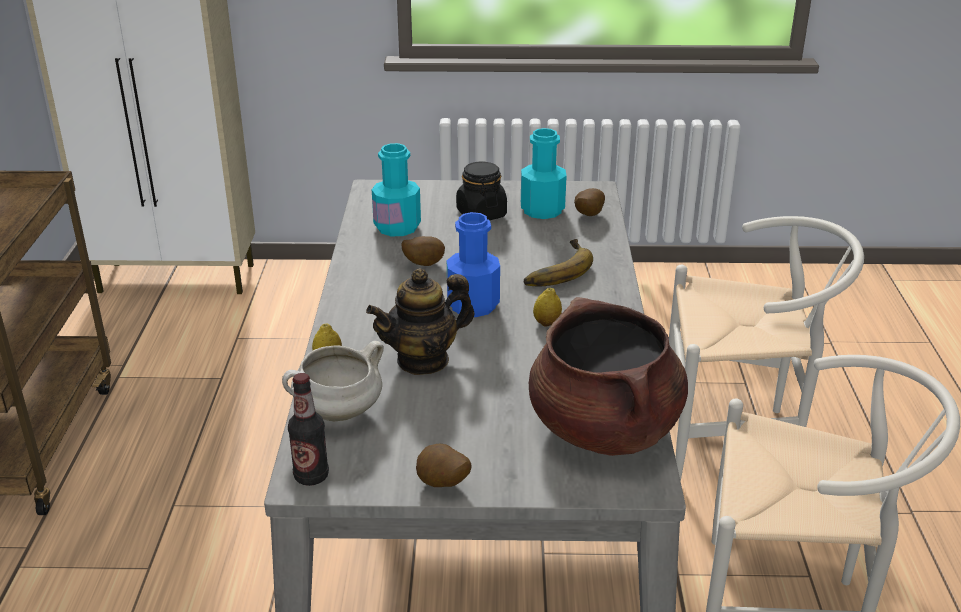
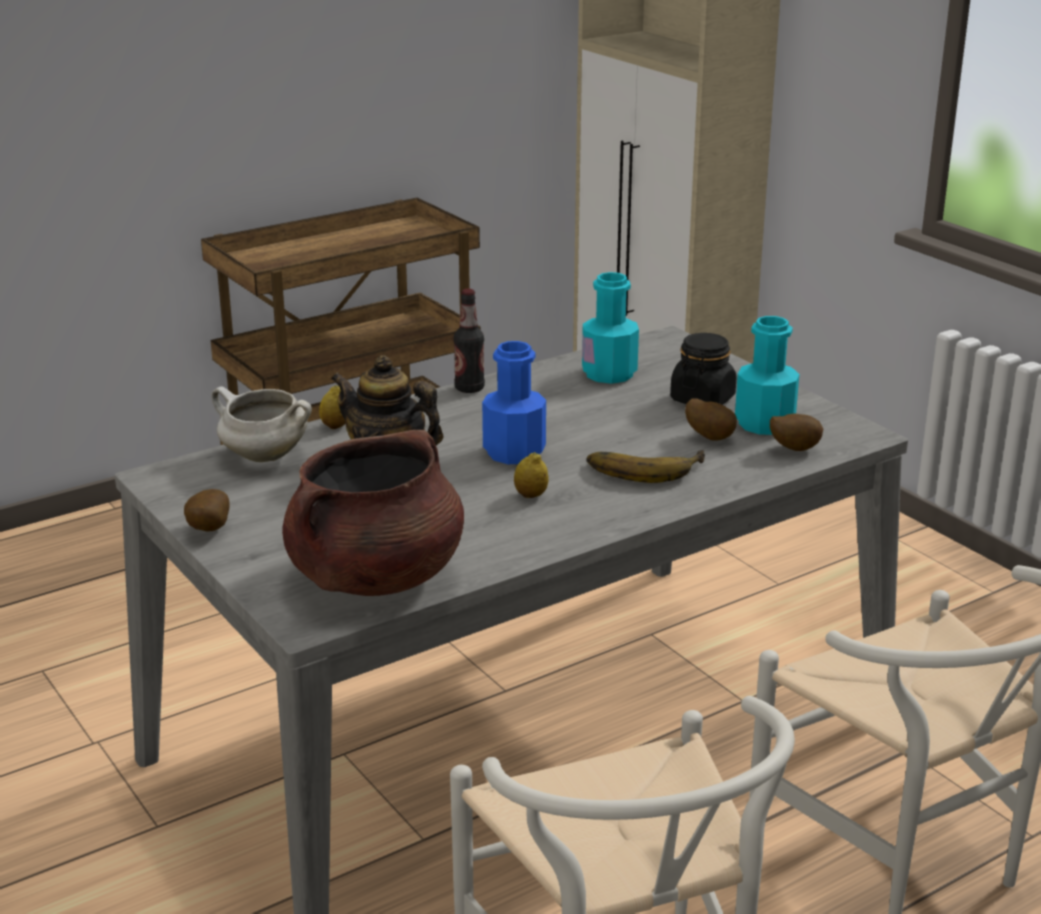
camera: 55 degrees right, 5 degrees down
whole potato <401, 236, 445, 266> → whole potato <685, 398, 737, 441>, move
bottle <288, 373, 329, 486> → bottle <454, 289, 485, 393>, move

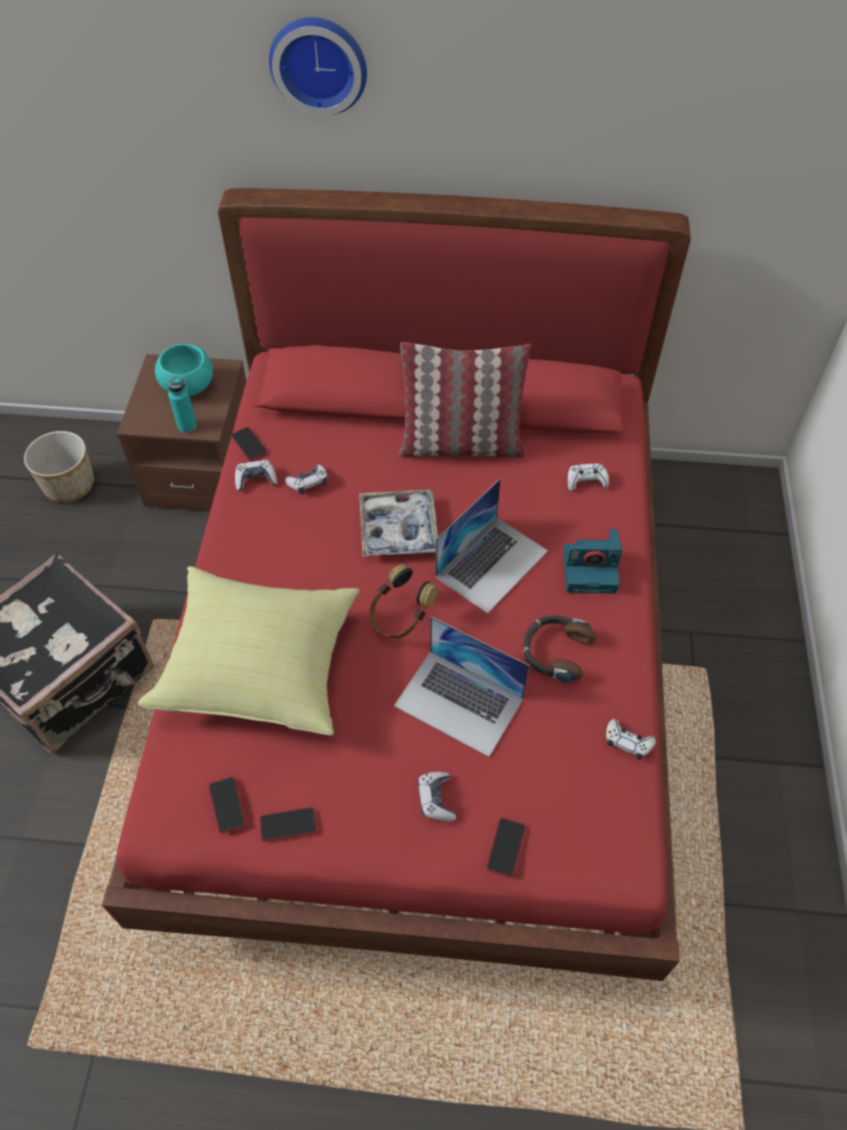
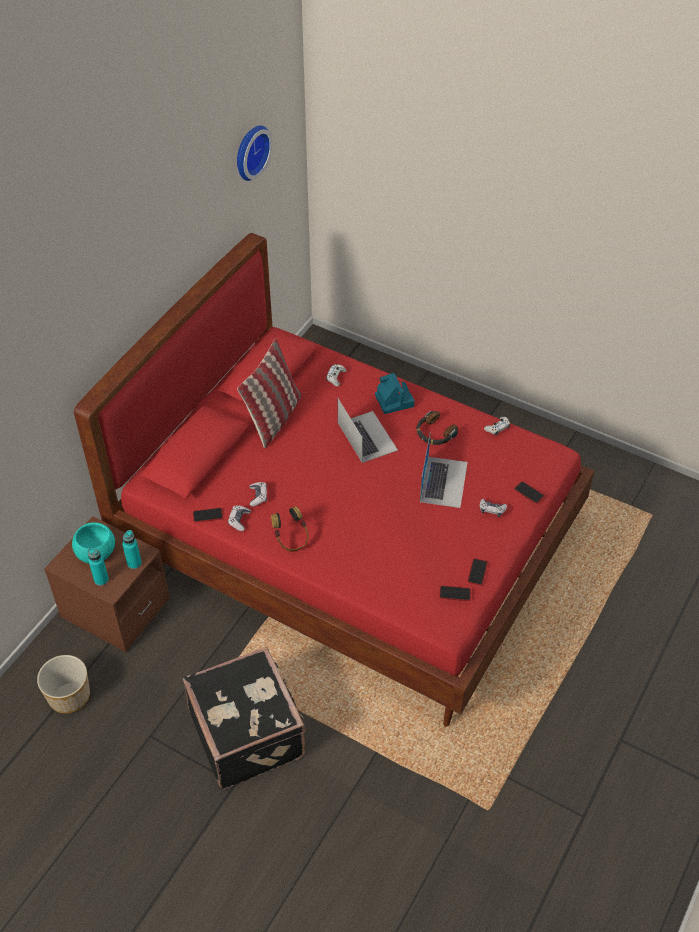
camera: 65 degrees left, 5 degrees down
hanging clock <269, 17, 367, 116> → hanging clock <237, 125, 273, 181>, move
carrying tray <359, 490, 438, 557> → -
photo camera <563, 529, 622, 593> → photo camera <375, 373, 414, 414>, 45 degrees counterclockwise
headset <369, 563, 438, 638> → headset <271, 506, 309, 551>, move
yellow throw pillow <138, 566, 360, 736> → -
laptop <394, 617, 529, 757> → laptop <420, 432, 468, 508>, 45 degrees counterclockwise
- → turquoise-coloured bottle <88, 548, 109, 586>

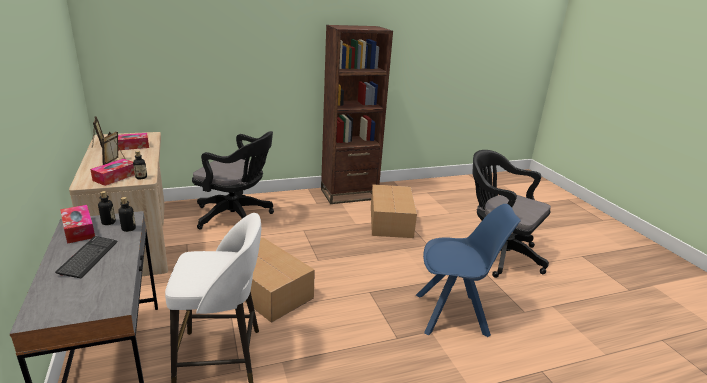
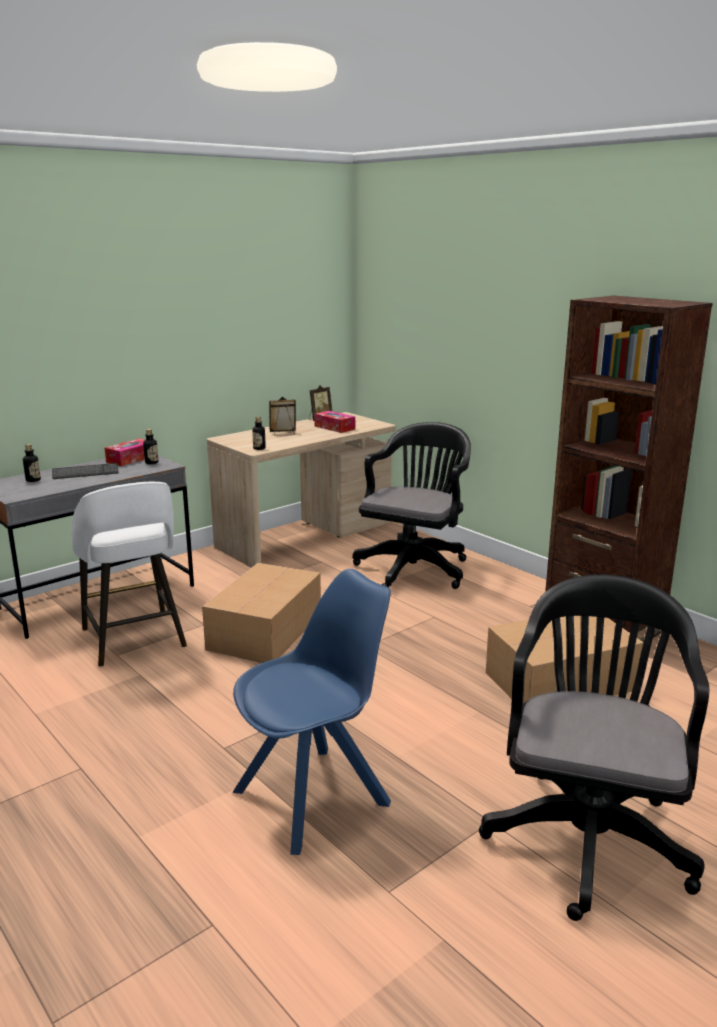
camera: 70 degrees right, 5 degrees down
blackish office chair <192, 131, 274, 230> → blackish office chair <353, 422, 471, 589>, 150 degrees counterclockwise
tissue holder <90, 159, 135, 186> → -
bottle <118, 197, 136, 232> → bottle <23, 444, 41, 482>, move
blue chair <416, 204, 520, 337> → blue chair <232, 569, 391, 855>, 105 degrees counterclockwise

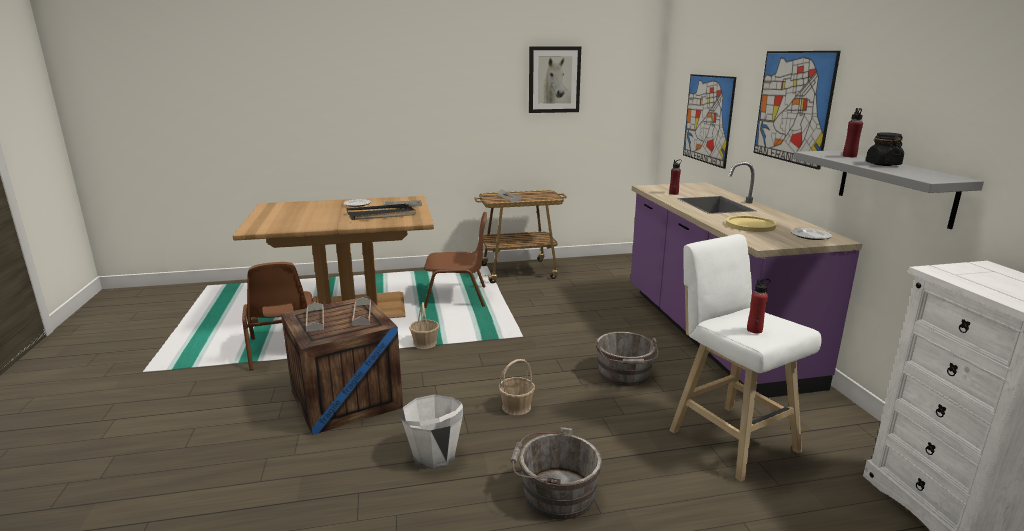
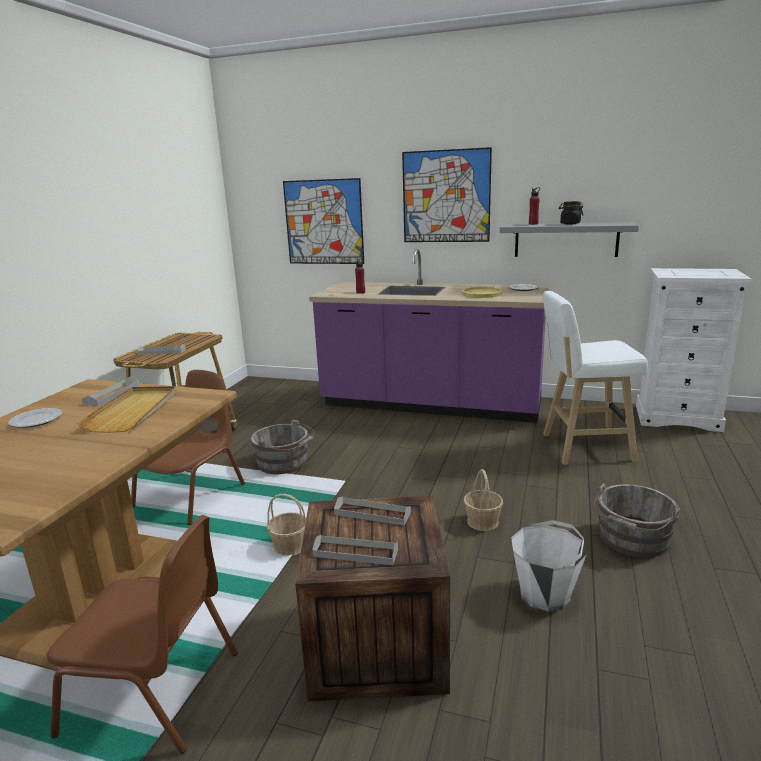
camera: 60 degrees left, 0 degrees up
wall art <529, 46, 581, 113> → -
blackish carrying tray <347, 204, 416, 220> → sand-coloured carrying tray <77, 386, 177, 433>
red-coloured bottle <747, 279, 770, 333> → -
gray pail <596, 332, 658, 386> → gray pail <250, 420, 314, 474>, move

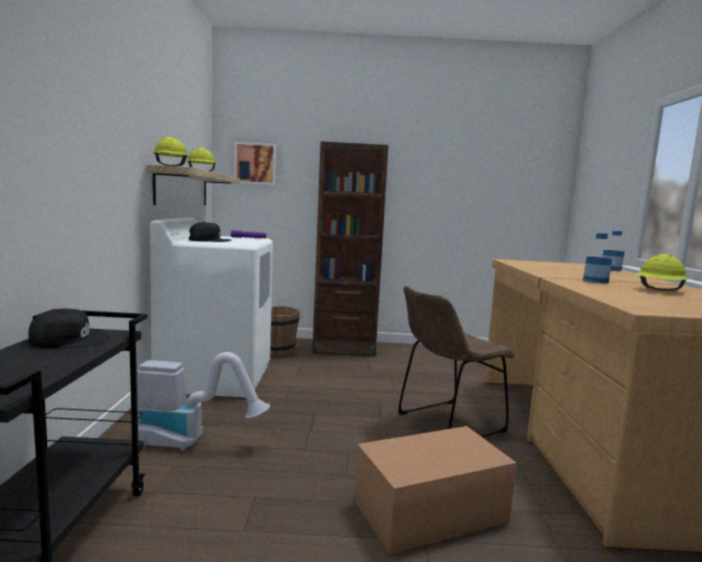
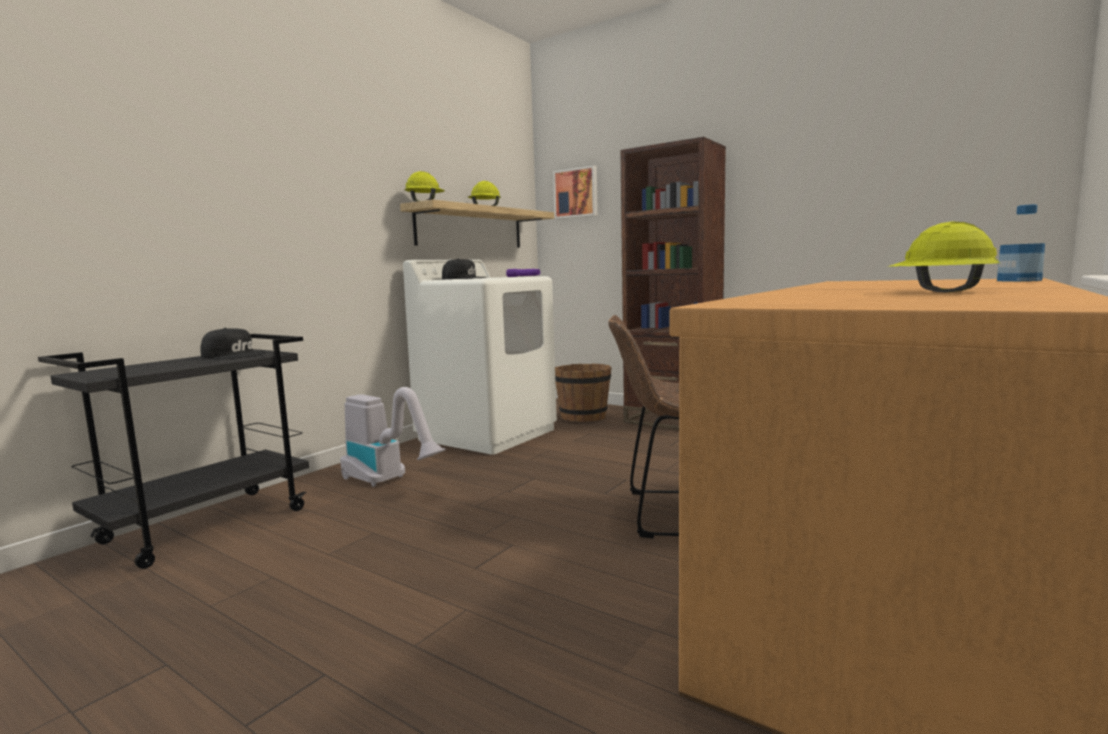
camera: 35 degrees right, 0 degrees up
bottle <583, 233, 612, 283> → -
carton <354, 426, 517, 555> → -

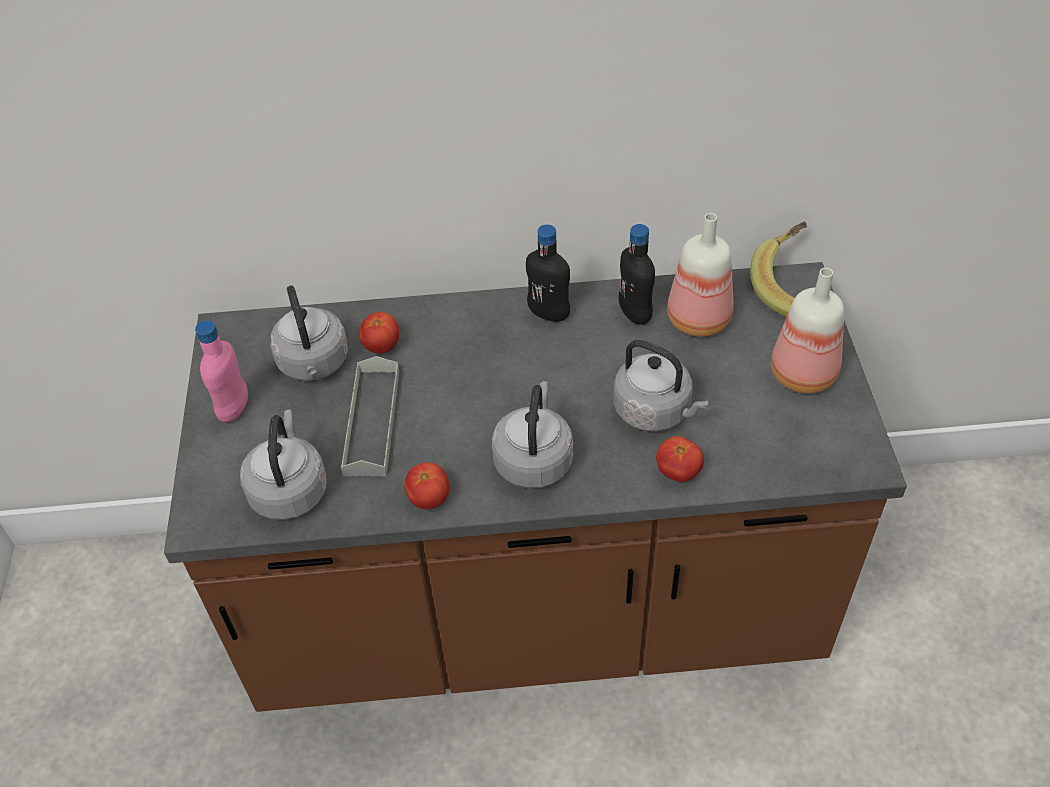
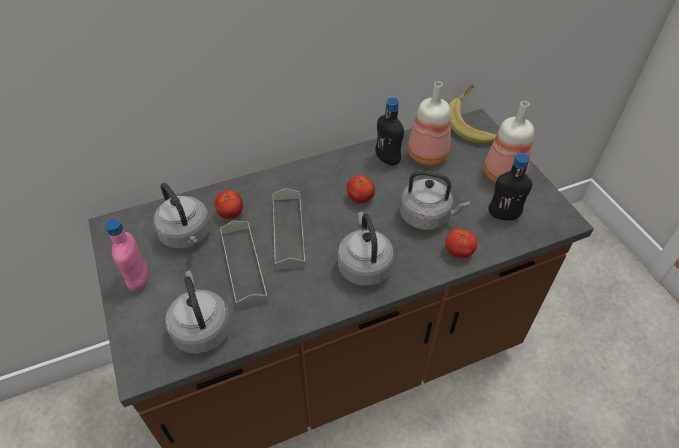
camera: 20 degrees left, 0 degrees up
blackish bottle <526, 224, 570, 322> → blackish bottle <488, 153, 532, 220>, move
whole tomato <404, 462, 450, 509> → whole tomato <347, 175, 375, 203>, move
- → gray carrying tray <273, 188, 306, 270>

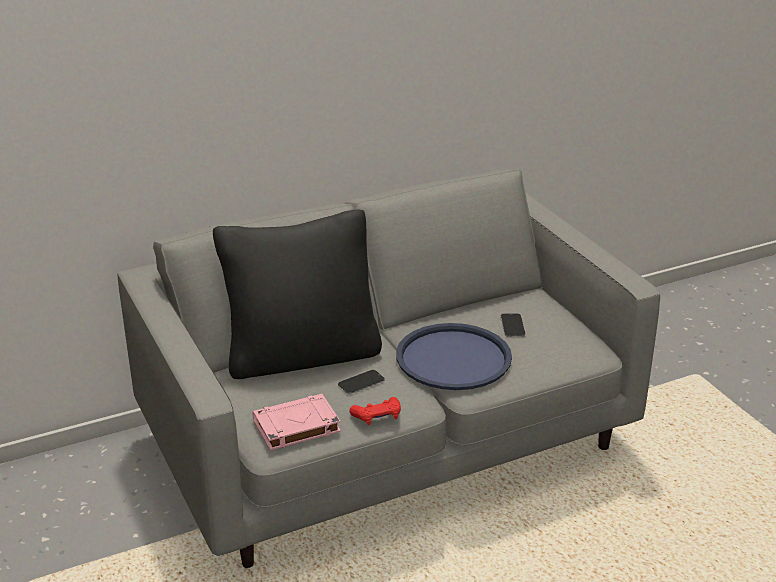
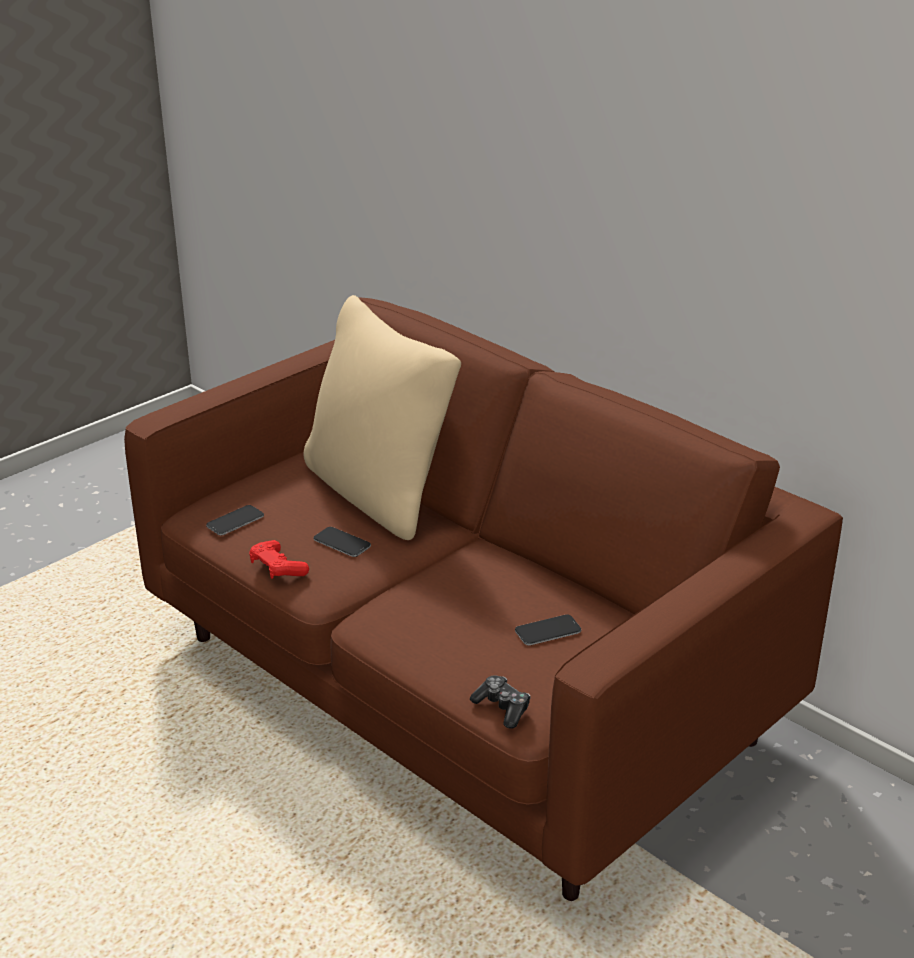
camera: 70 degrees right, 0 degrees up
gray sofa <117, 169, 660, 568> → brown-coloured sofa <124, 298, 843, 901>
blackish throw pillow <213, 210, 382, 379> → sand-coloured throw pillow <303, 295, 461, 540>
blue carrying tray <396, 323, 512, 390> → -
pink book <253, 394, 341, 450> → phone <206, 505, 264, 535>
- → gamepad <470, 675, 531, 729>

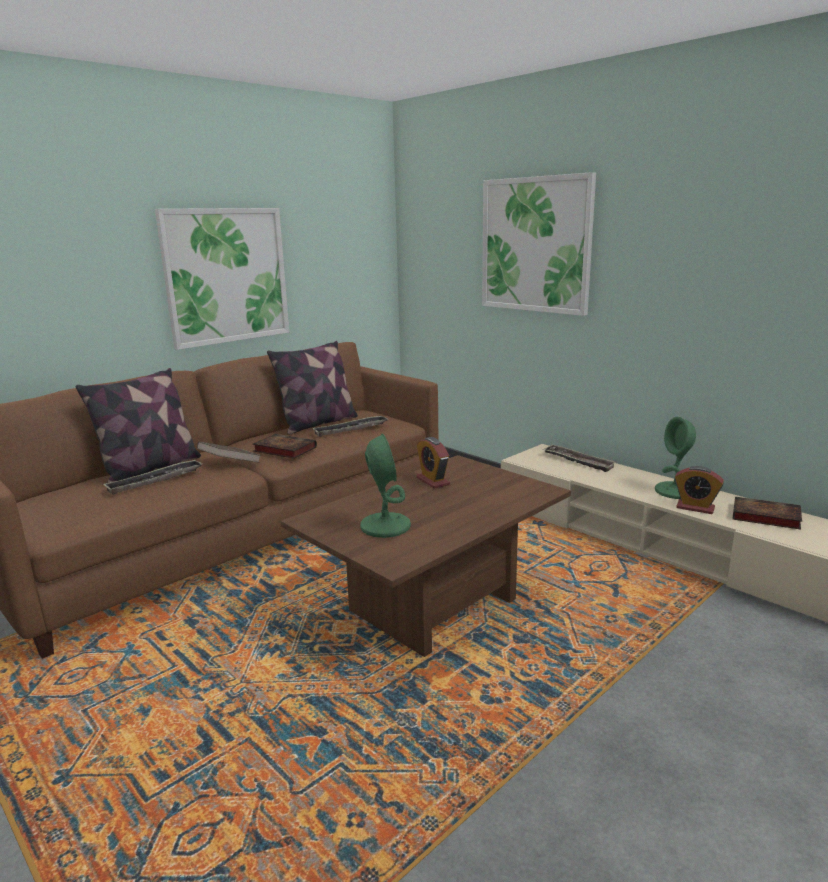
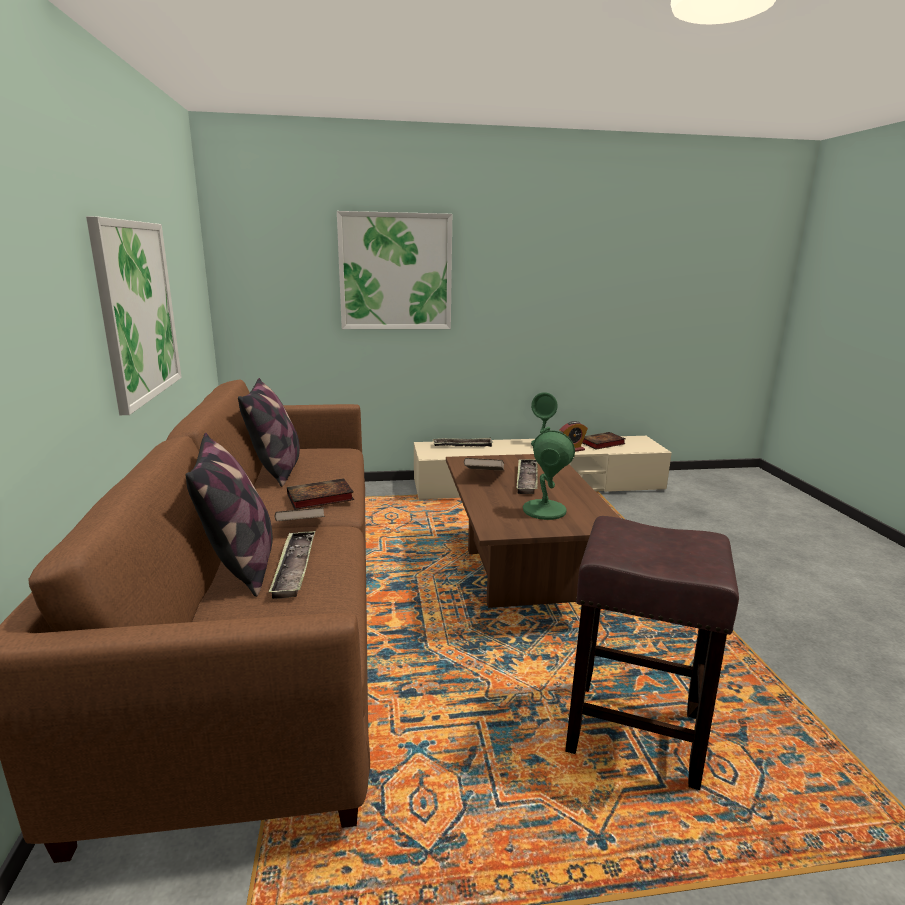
camera: 55 degrees left, 0 degrees up
carrying tray <312, 415, 387, 437> → carrying tray <516, 459, 538, 494>, move
bedside clock <416, 437, 450, 488> → brown-coloured book <464, 458, 504, 471>
- → brown-coloured sitting stool <565, 516, 739, 790>

